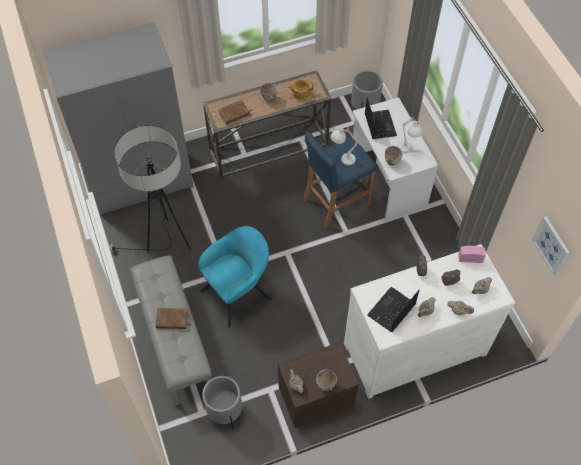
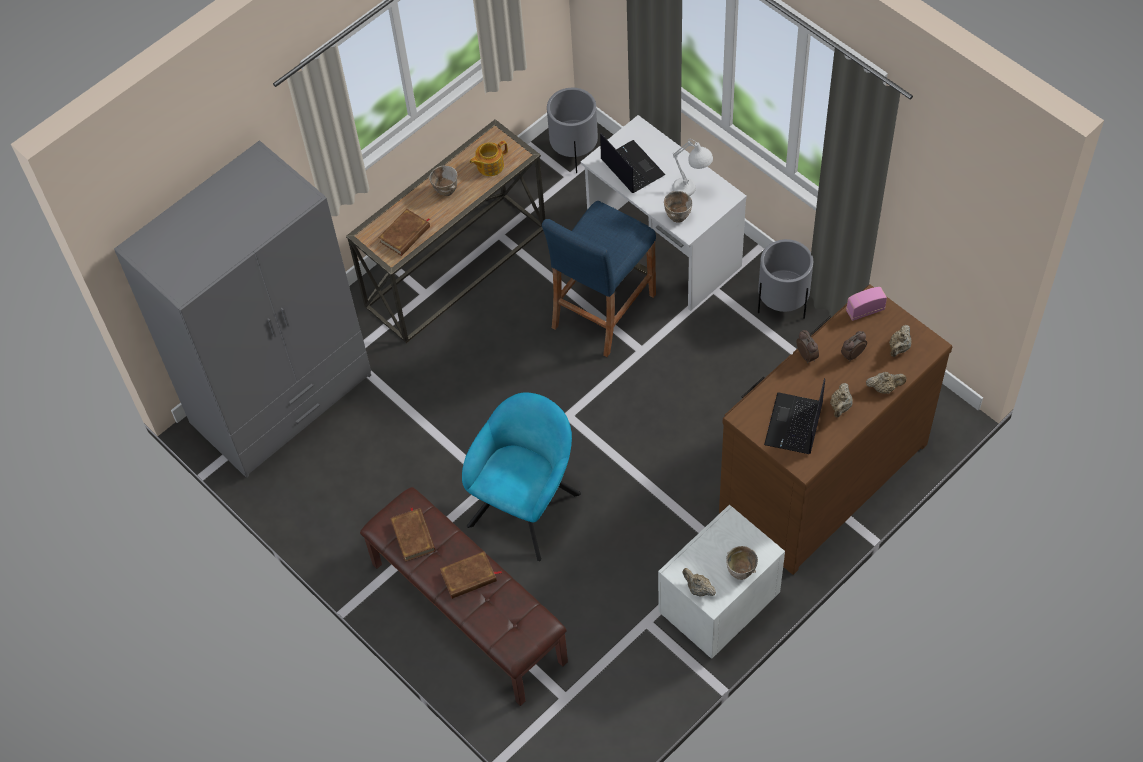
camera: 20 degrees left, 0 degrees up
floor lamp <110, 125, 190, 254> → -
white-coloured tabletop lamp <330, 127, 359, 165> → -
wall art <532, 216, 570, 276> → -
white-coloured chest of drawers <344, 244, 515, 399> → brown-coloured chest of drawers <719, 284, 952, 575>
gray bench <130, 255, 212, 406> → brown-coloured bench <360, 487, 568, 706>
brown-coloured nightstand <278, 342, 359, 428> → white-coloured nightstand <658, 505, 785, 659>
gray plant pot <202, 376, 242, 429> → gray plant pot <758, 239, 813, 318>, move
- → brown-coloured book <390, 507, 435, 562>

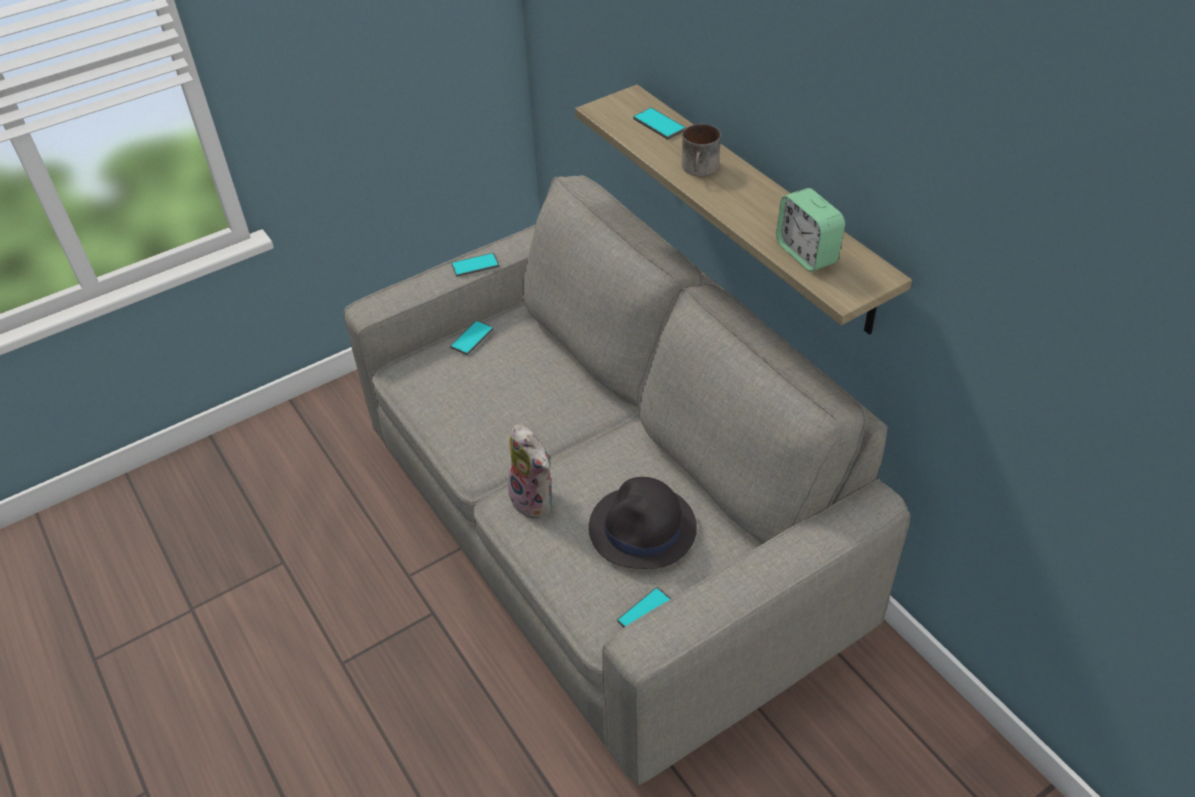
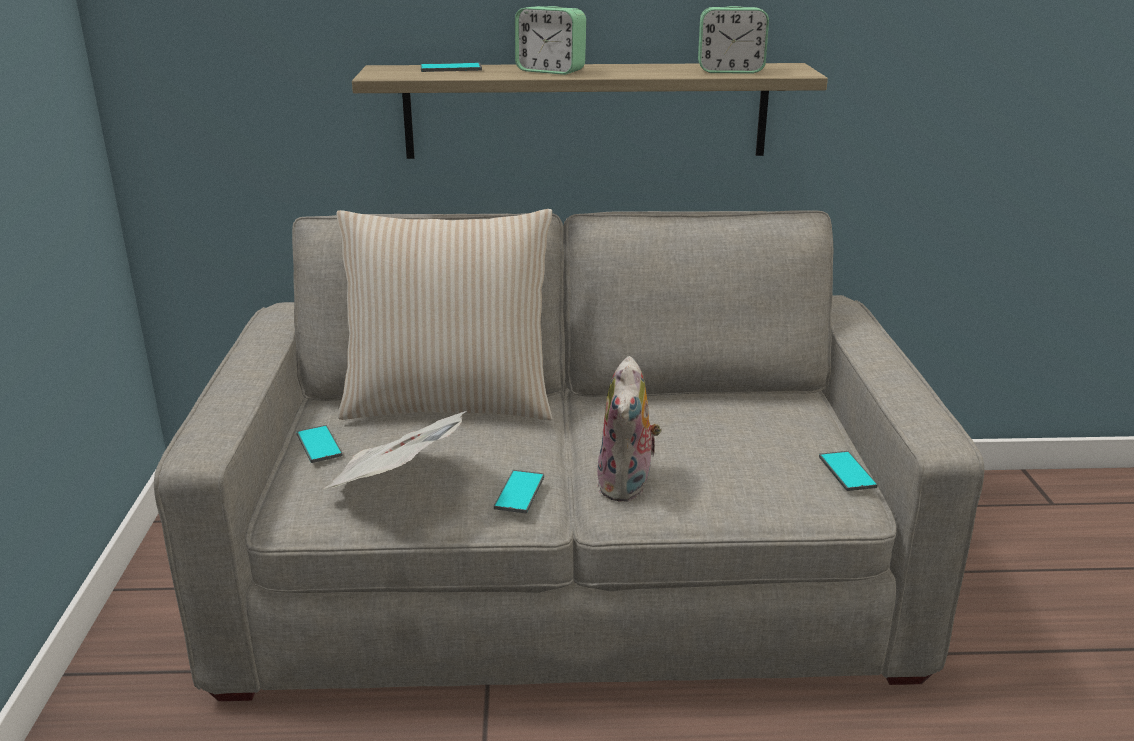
camera: 60 degrees left, 20 degrees down
mug <682, 124, 721, 176> → bedside clock <515, 6, 586, 75>
phone <451, 253, 500, 277> → phone <494, 470, 544, 513>, move
cuddly toy <507, 425, 552, 519> → cuddly toy <597, 356, 662, 502>, 105 degrees clockwise
blackish clothing hat <589, 477, 697, 569> → -
- → sand-coloured throw pillow <337, 209, 552, 420>
- → printed paper <322, 411, 466, 490>

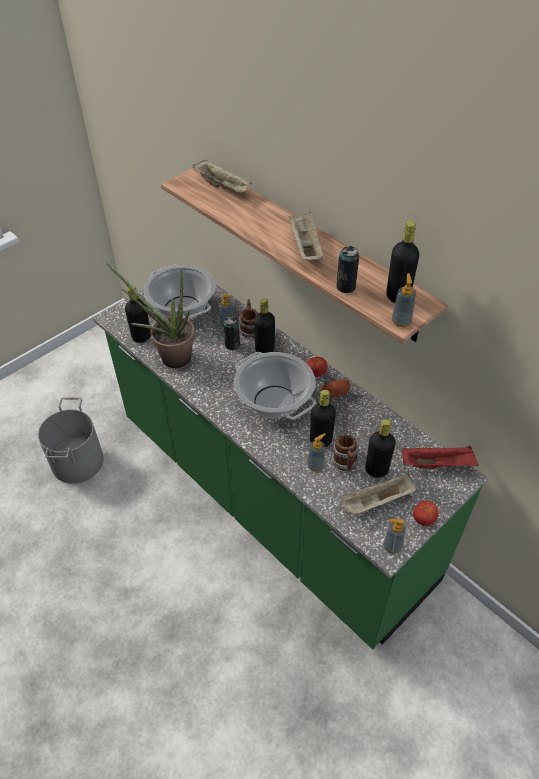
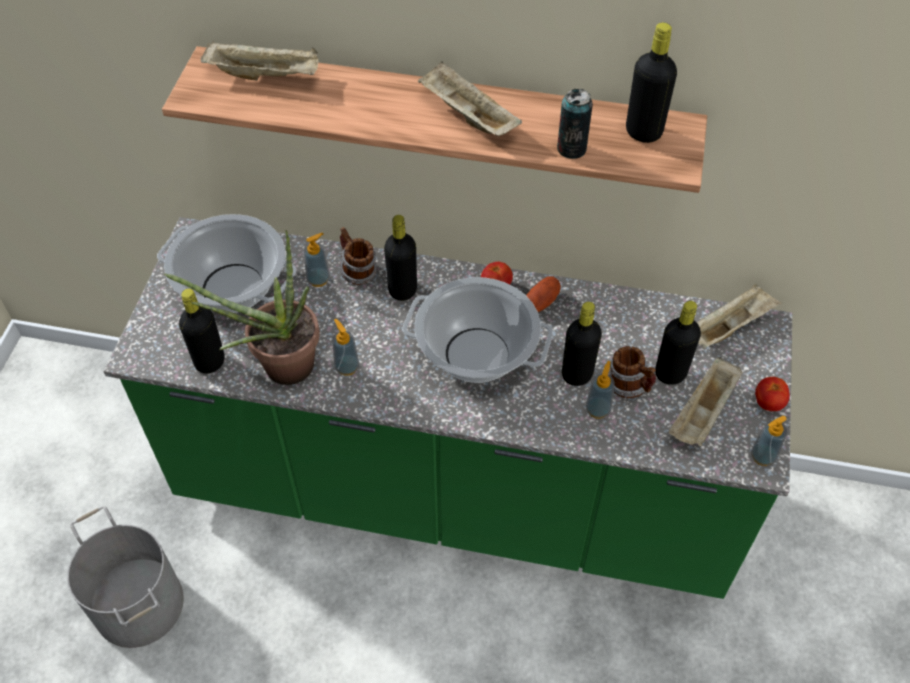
camera: 35 degrees left, 5 degrees up
soap bottle <392, 273, 416, 327> → soap bottle <332, 319, 359, 376>, move
metal can <223, 316, 240, 350> → -
red-coloured carrying tray <402, 446, 479, 470> → sand-coloured carrying tray <697, 284, 782, 348>

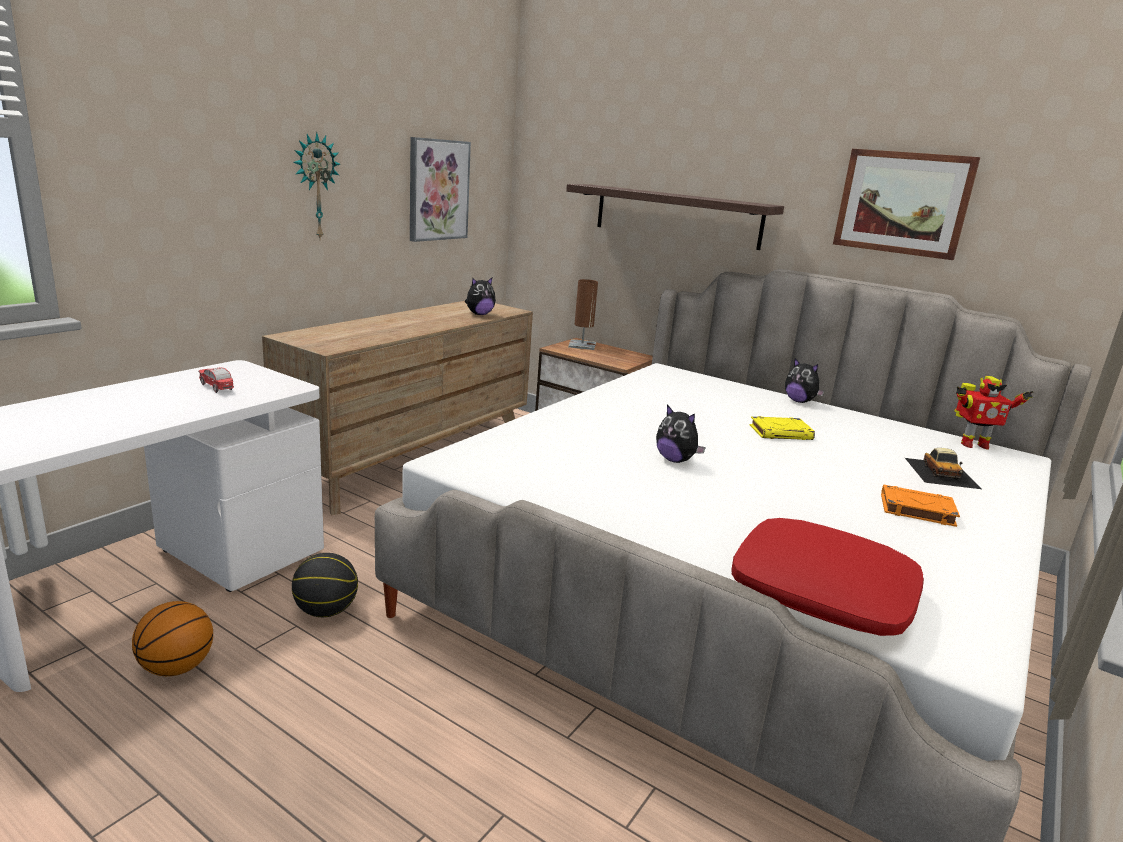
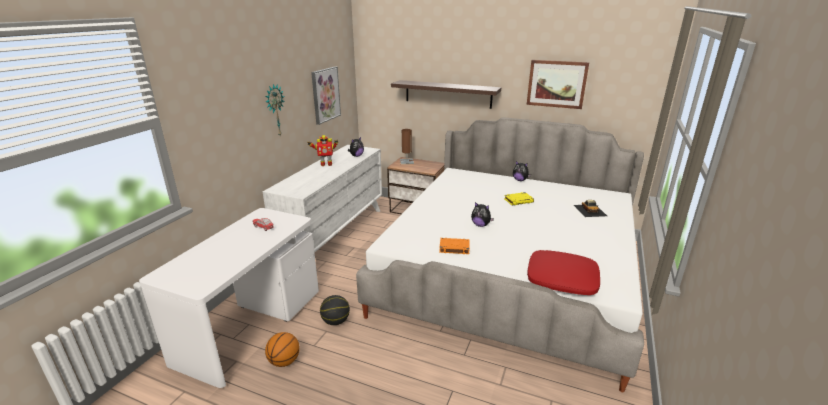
camera: 10 degrees left, 5 degrees up
brown-coloured chest of drawers <262, 301, 533, 515> → white-coloured chest of drawers <263, 145, 382, 253>
model robot <955, 376, 1033, 449> → model robot <308, 135, 338, 166>, move
orange book <881, 485, 960, 527> → orange book <439, 238, 470, 254>, move

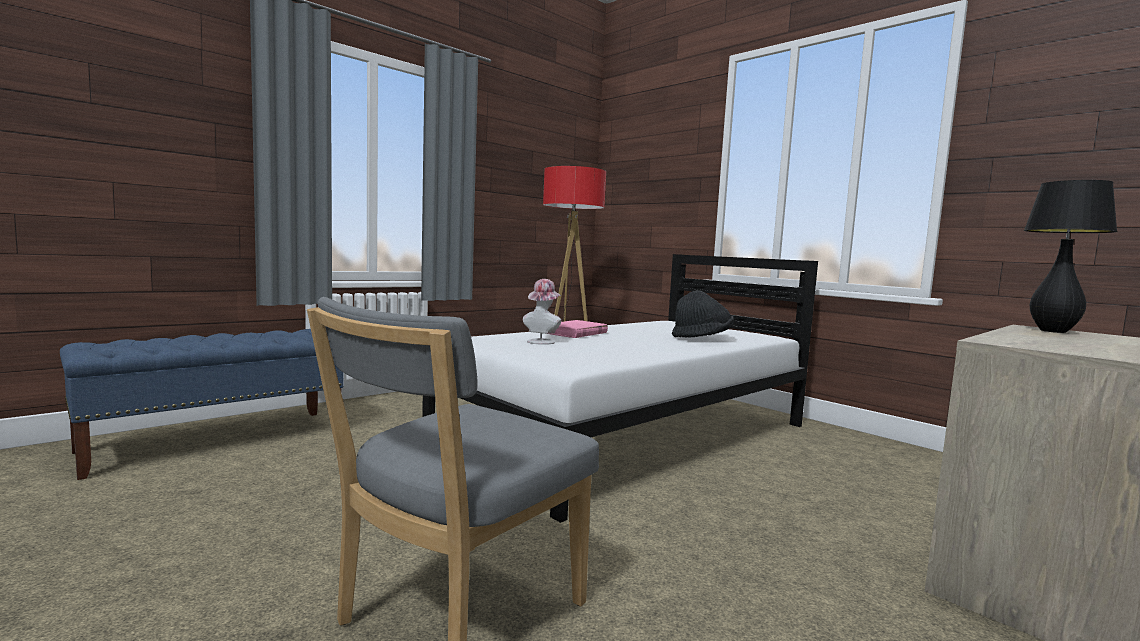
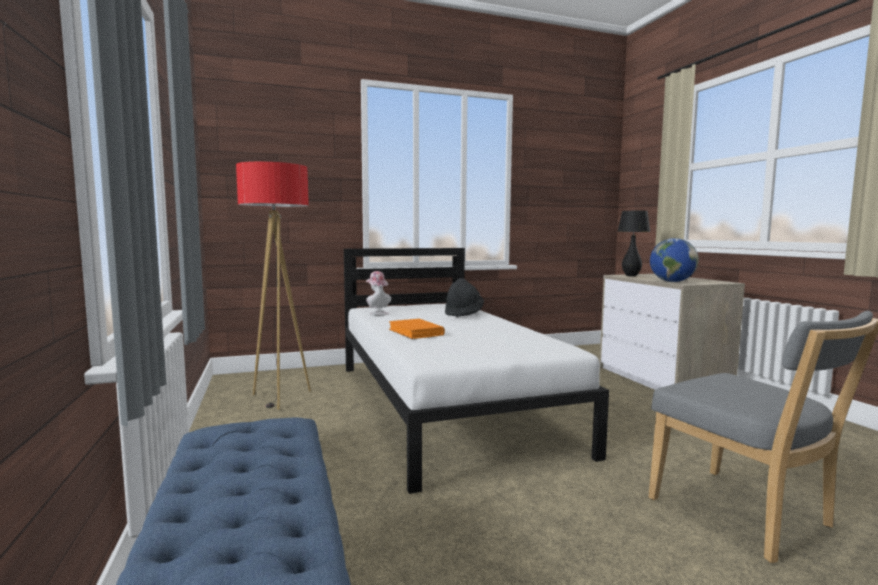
camera: 65 degrees left, 0 degrees up
clothing hat <523, 279, 561, 345> → clothing hat <366, 271, 391, 315>, move
pink book <551, 320, 608, 338> → orange book <389, 319, 445, 339>
- → globe <650, 238, 699, 282>

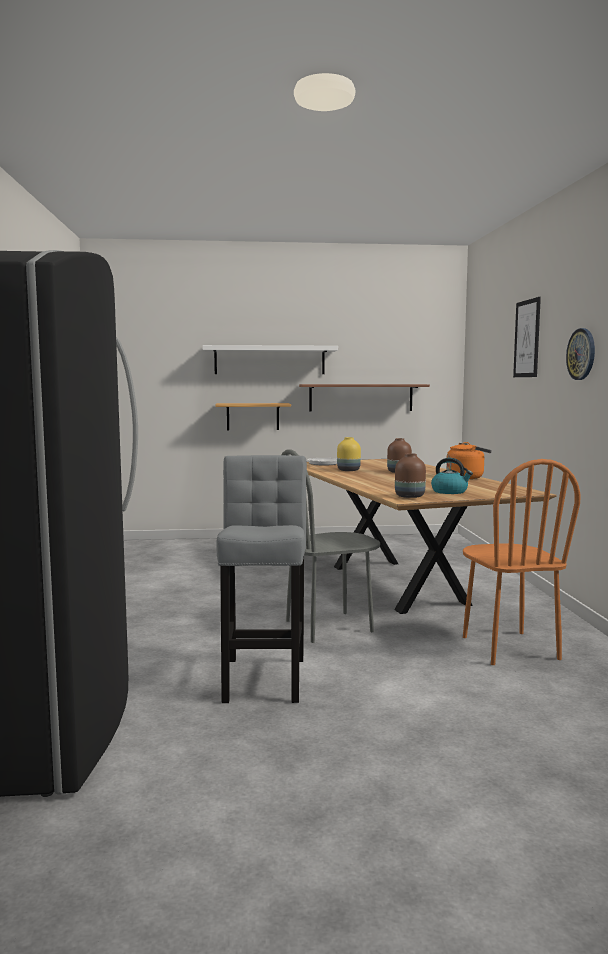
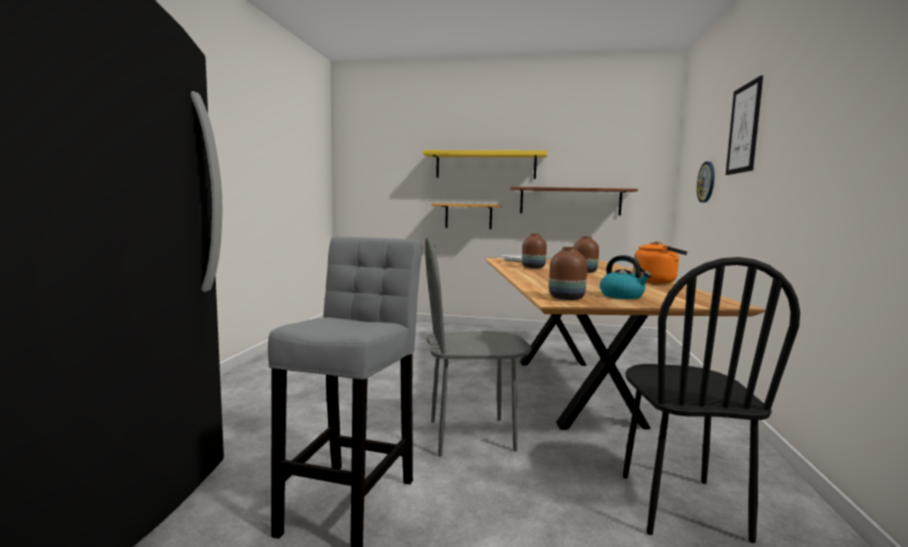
camera: 15 degrees right, 0 degrees up
hanging clock <566, 328, 595, 380> → hanging clock <697, 161, 715, 203>, move
white-coloured wall shelf <203, 345, 338, 374> → yellow wall shelf <423, 150, 547, 179>
yellow vase <337, 437, 361, 471> → brown-coloured vase <522, 234, 547, 268>
orange chair <463, 459, 580, 665> → blackish chair <623, 257, 800, 543>

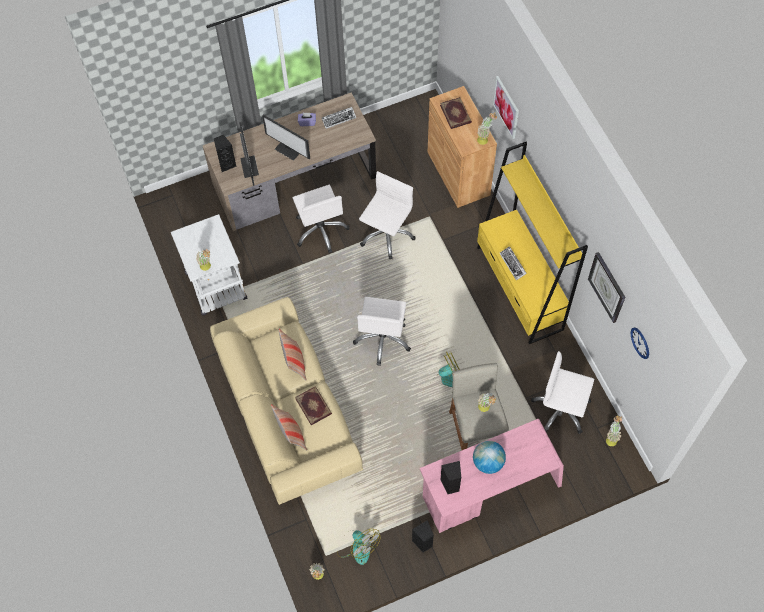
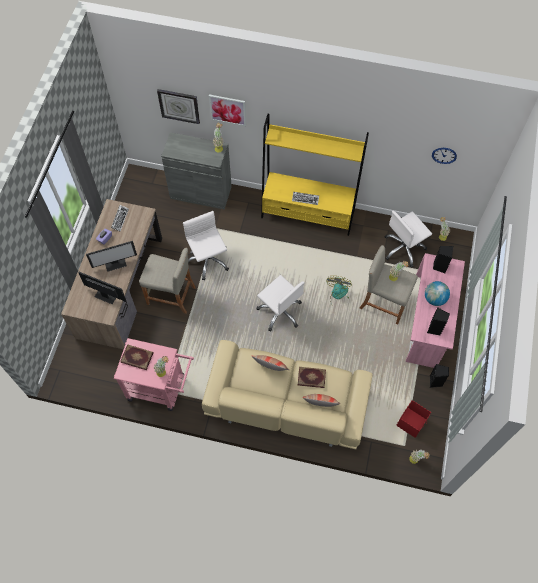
camera: 55 degrees left, 0 degrees up
brown-coloured cabinet <428, 86, 497, 208> → gray cabinet <161, 132, 232, 210>
book <440, 97, 472, 129> → book <120, 344, 153, 370>, move
blackish loudspeaker <214, 135, 236, 172> → blackish loudspeaker <433, 246, 453, 273>, move
white-coloured office chair <293, 185, 350, 253> → sand-coloured sitting stool <139, 248, 196, 314>
white-coloured cart <171, 214, 247, 315> → pink cart <113, 338, 194, 411>
hanging clock <588, 252, 625, 323> → hanging clock <157, 89, 200, 124>, move
fan <337, 528, 380, 565> → red-coloured storage bin <396, 400, 431, 438>

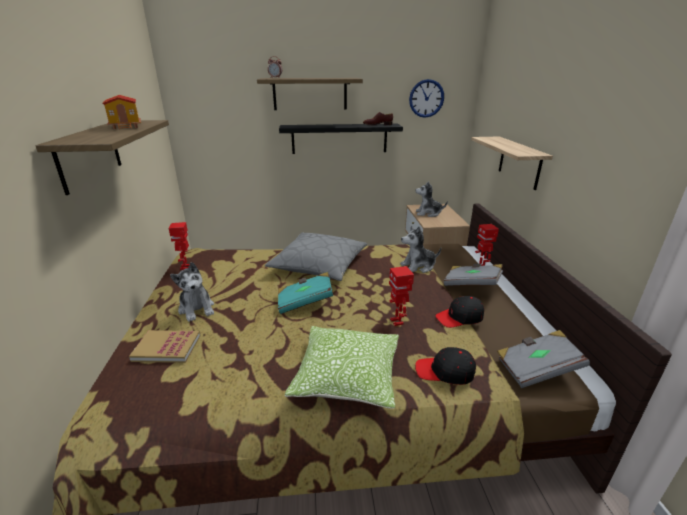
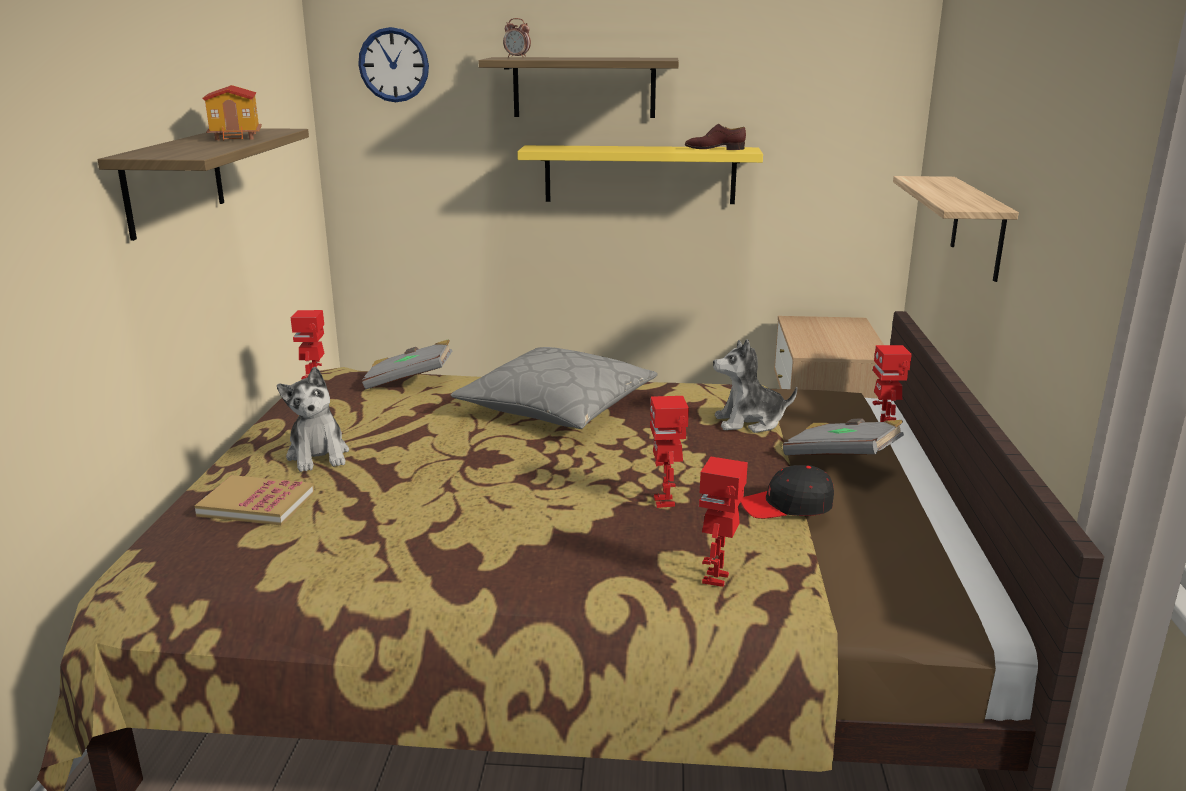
camera: 10 degrees right, 5 degrees down
hanging clock <409, 79, 444, 118> → hanging clock <358, 27, 429, 102>, move
blackish wall shelf <279, 124, 403, 154> → yellow wall shelf <517, 145, 763, 204>
cuddly toy <415, 181, 448, 217> → -
turquoise-coloured book <278, 272, 333, 314> → -
throw pillow <285, 326, 399, 409> → -
gray book <497, 330, 590, 388> → gray book <362, 339, 452, 389>, move
blackish peaked cap <415, 347, 476, 385> → model robot <699, 456, 748, 587>

